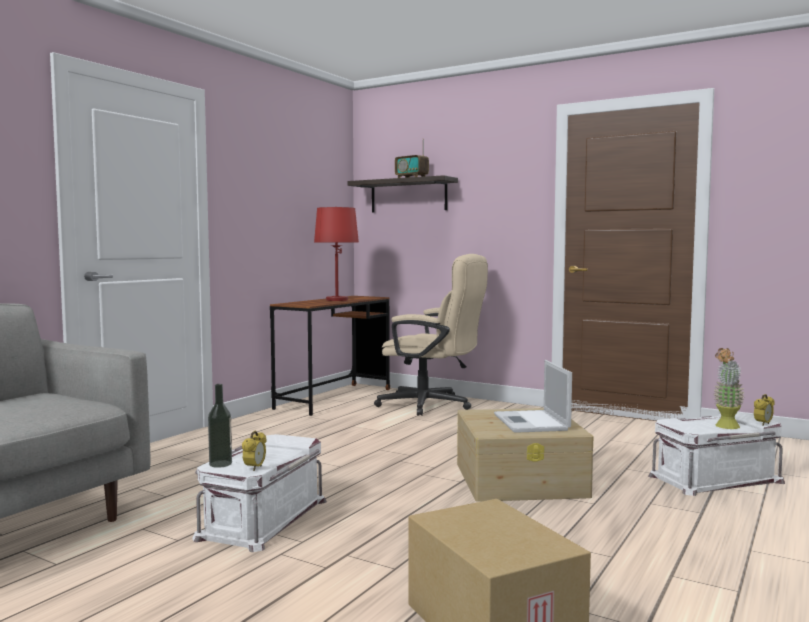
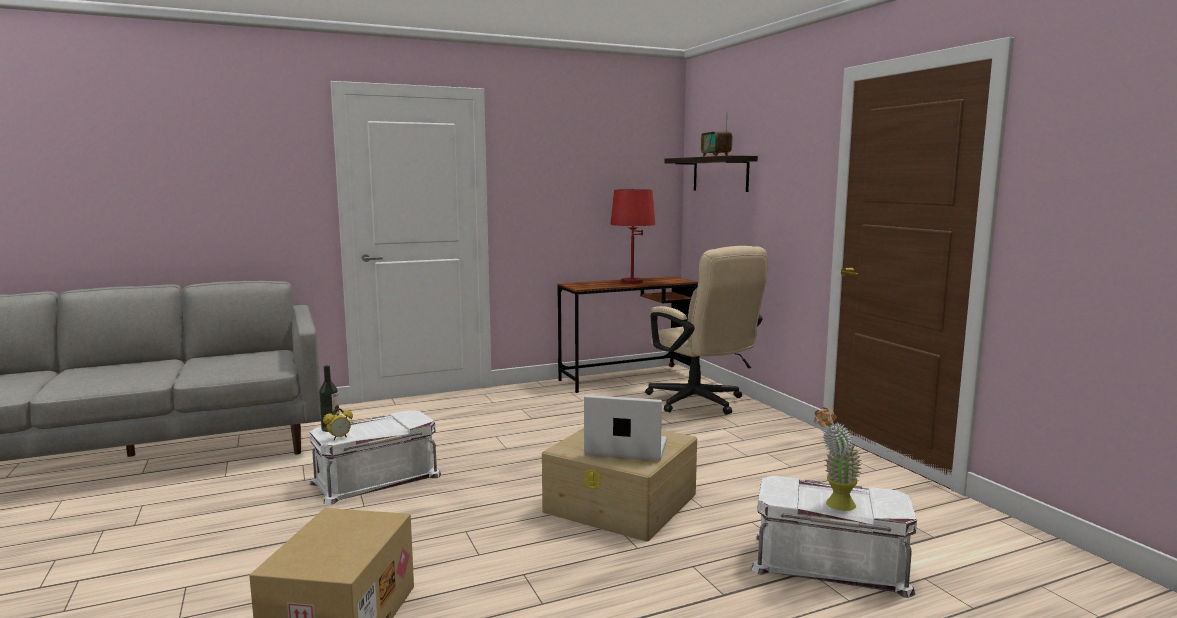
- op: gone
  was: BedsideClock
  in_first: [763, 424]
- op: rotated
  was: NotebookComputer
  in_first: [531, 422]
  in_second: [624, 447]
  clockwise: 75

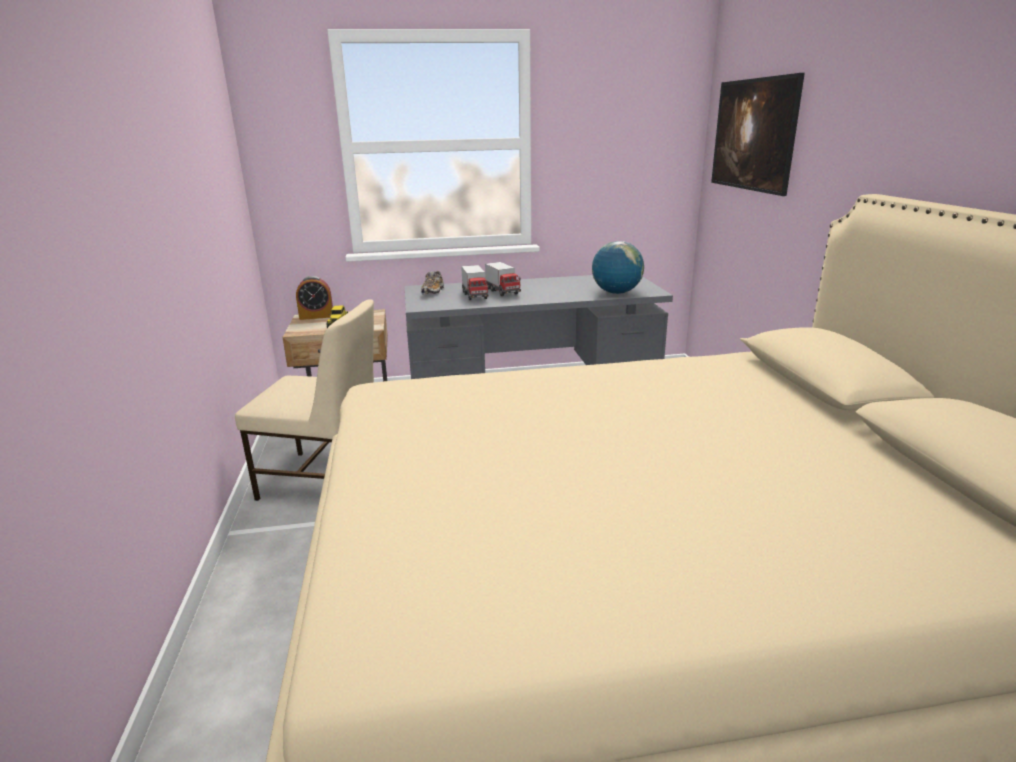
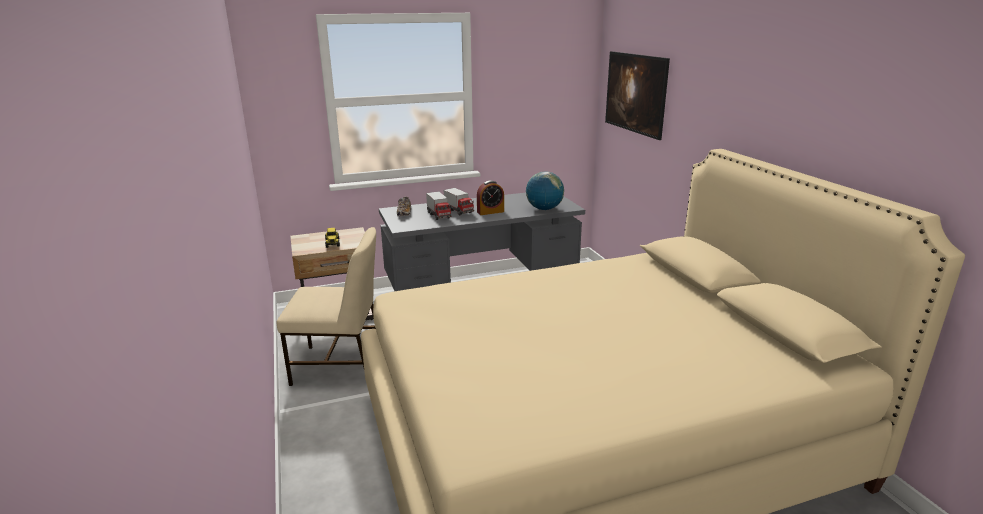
- op: shifted
  was: BedsideClock
  in_first: [316, 316]
  in_second: [490, 212]

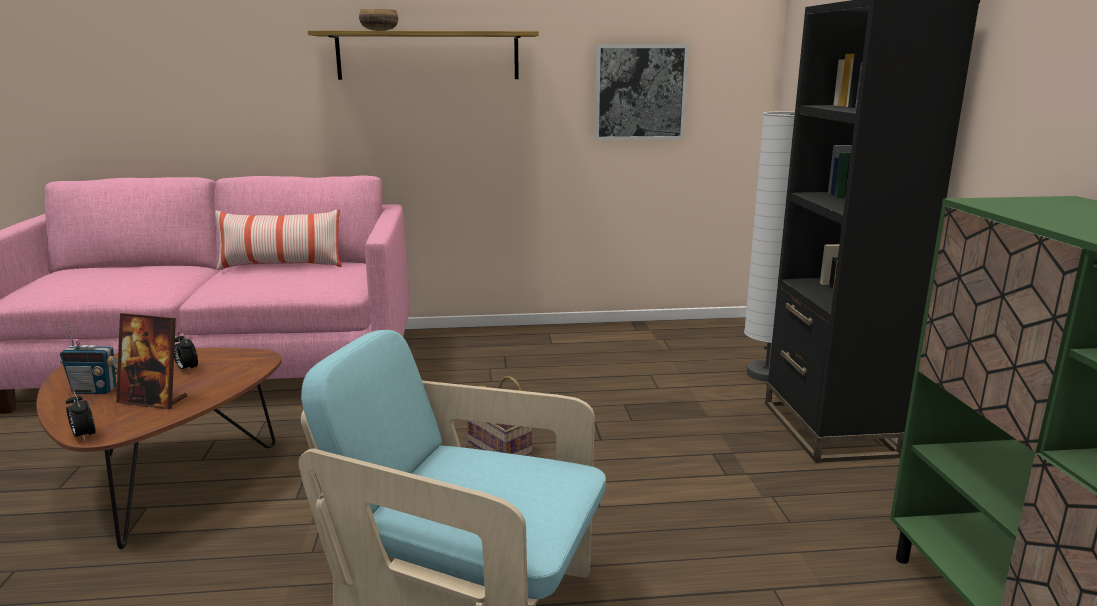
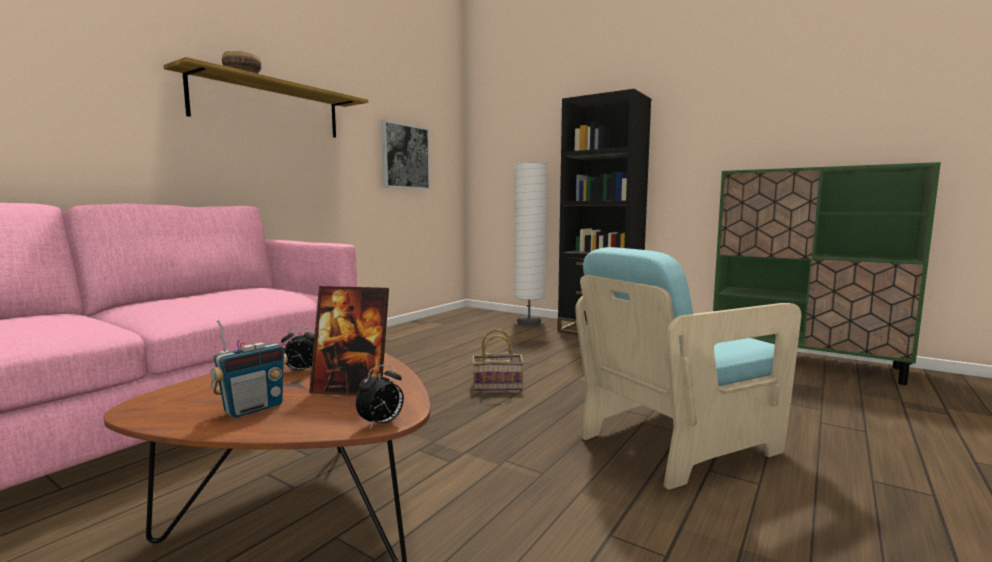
- op: gone
  was: ThrowPillow
  in_first: [281, 266]
- op: rotated
  was: BedsideClock
  in_first: [84, 436]
  in_second: [381, 424]
  clockwise: -45
- op: rotated
  was: StandingFrame
  in_first: [153, 400]
  in_second: [352, 390]
  clockwise: 45

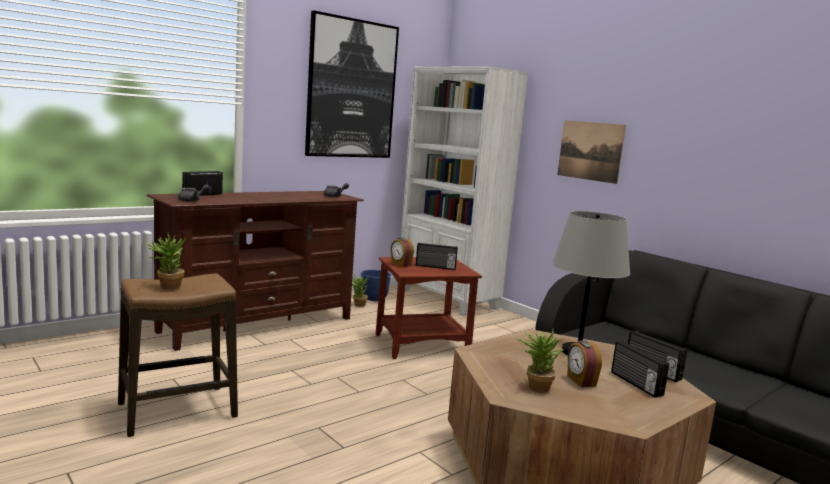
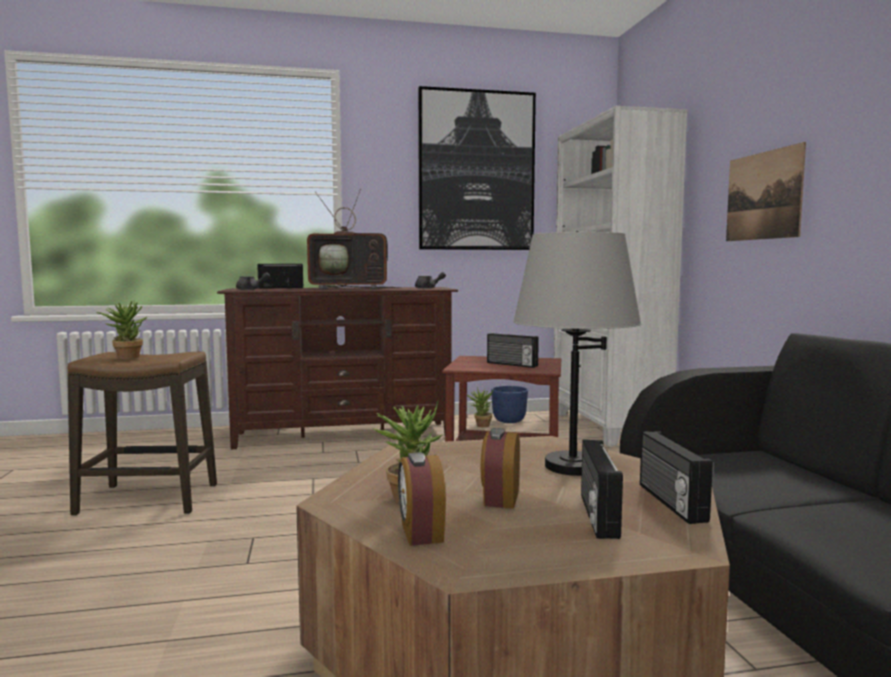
- op: new
  now: Tv
  in_second: [352, 288]
- op: shifted
  was: BedsideClock
  in_first: [400, 264]
  in_second: [420, 533]

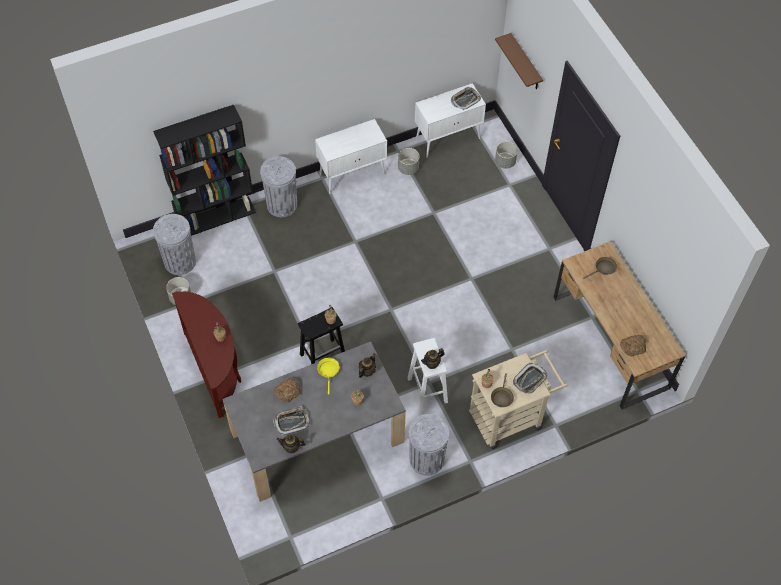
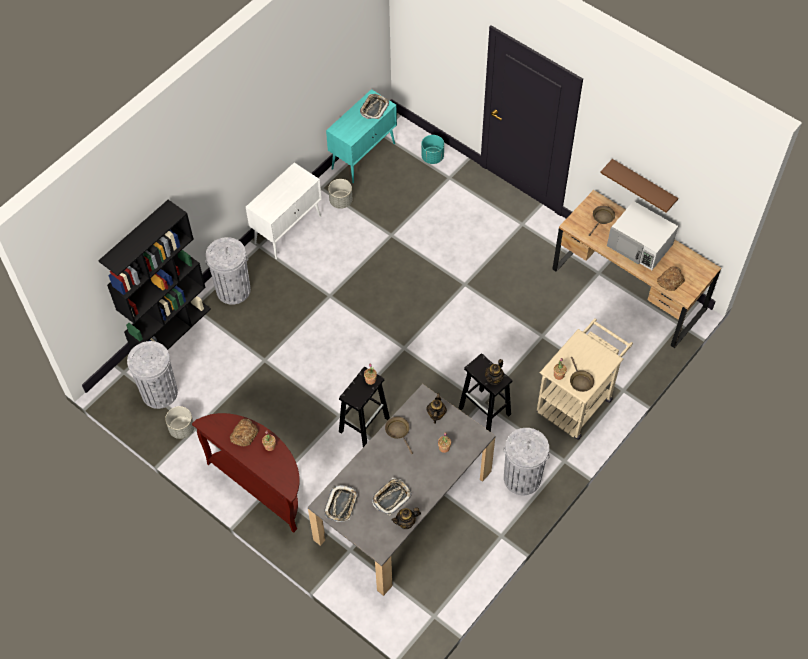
- op: new
  now: WhiteMicrowave
  in_second: [640, 245]
- op: shifted
  was: Bread
  in_first: [288, 391]
  in_second: [244, 434]
- op: shifted
  was: BrownishWallShelf
  in_first: [525, 63]
  in_second: [643, 185]
- op: shifted
  was: Tray
  in_first: [530, 380]
  in_second: [341, 505]
- op: repainted
  was: YellowFryingPan
  now: BrownishFryingPan
  in_first: [328, 371]
  in_second: [398, 431]
- op: repainted
  was: WhiteStoolSeat
  now: BlackColouredStoolSeat
  in_first: [427, 391]
  in_second: [485, 411]
- op: repainted
  was: WhiteStorageCabinet
  now: TurquoiseStorageCabinet
  in_first: [448, 138]
  in_second: [363, 156]
- op: repainted
  was: GrayPlantPot
  now: TurquoisePlantPot
  in_first: [505, 162]
  in_second: [432, 157]

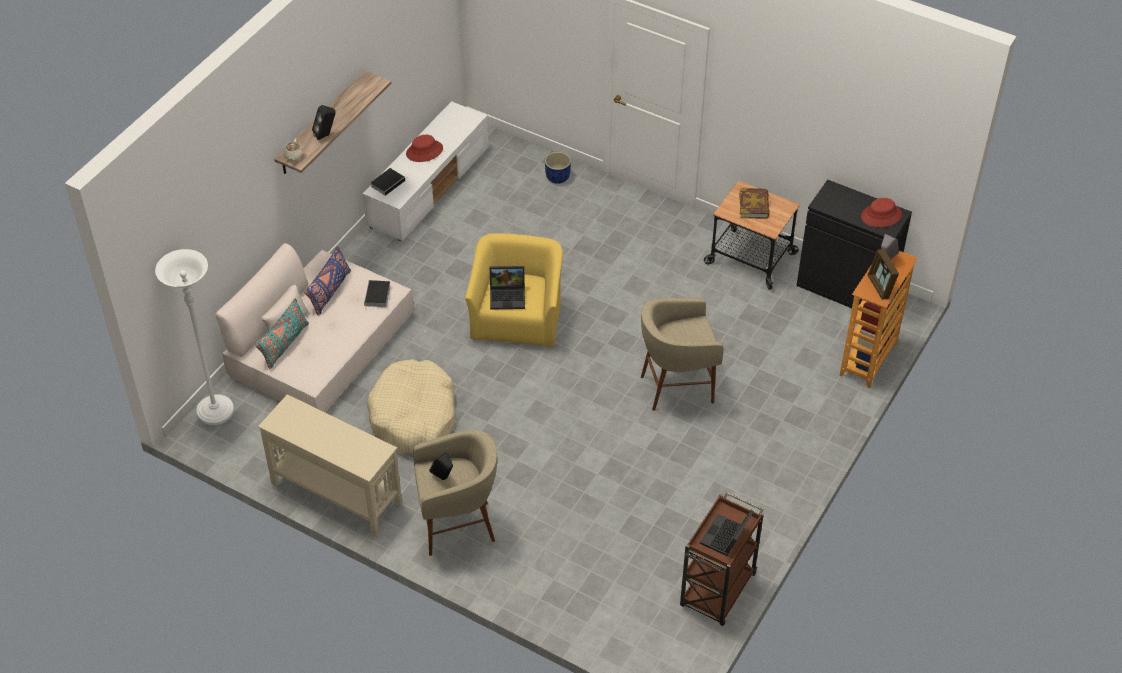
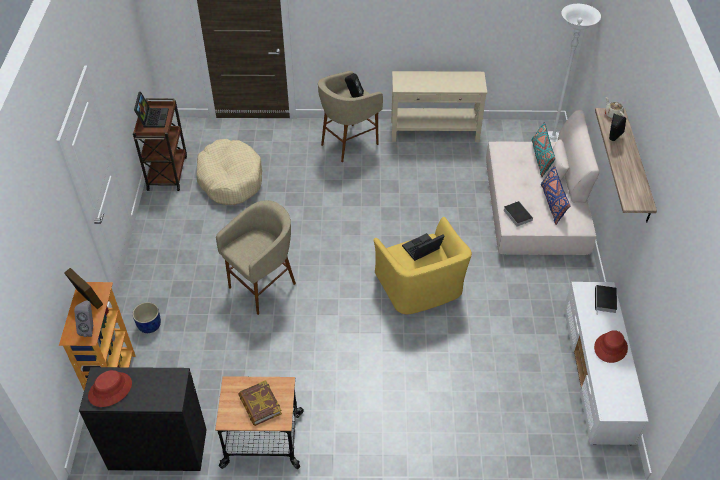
- op: shifted
  was: BeigeDogBed
  in_first: [414, 416]
  in_second: [230, 179]
- op: shifted
  was: BlueColouredPlantPot
  in_first: [558, 177]
  in_second: [149, 325]

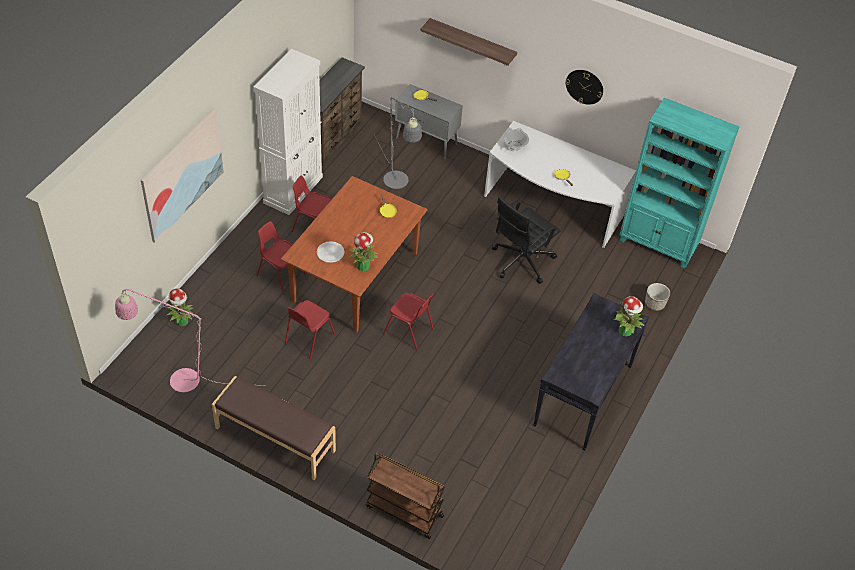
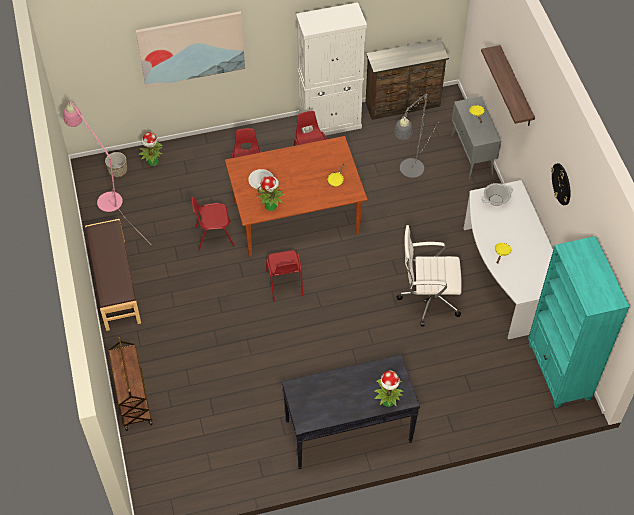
- op: shifted
  was: PlantPot
  in_first: [654, 304]
  in_second: [118, 171]
- op: repainted
  was: BlackColouredDeskChair
  now: WhiteDeskChair
  in_first: [521, 261]
  in_second: [428, 298]

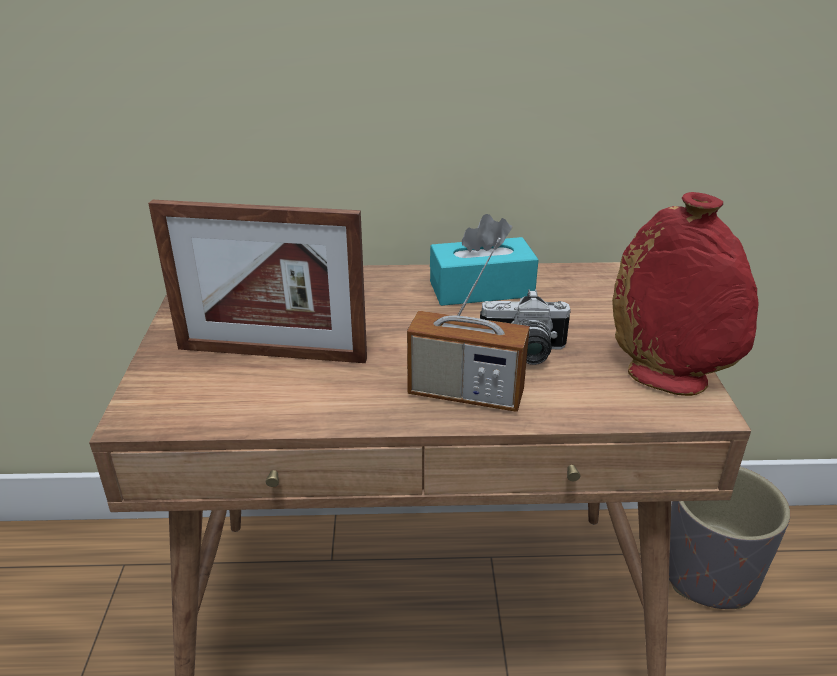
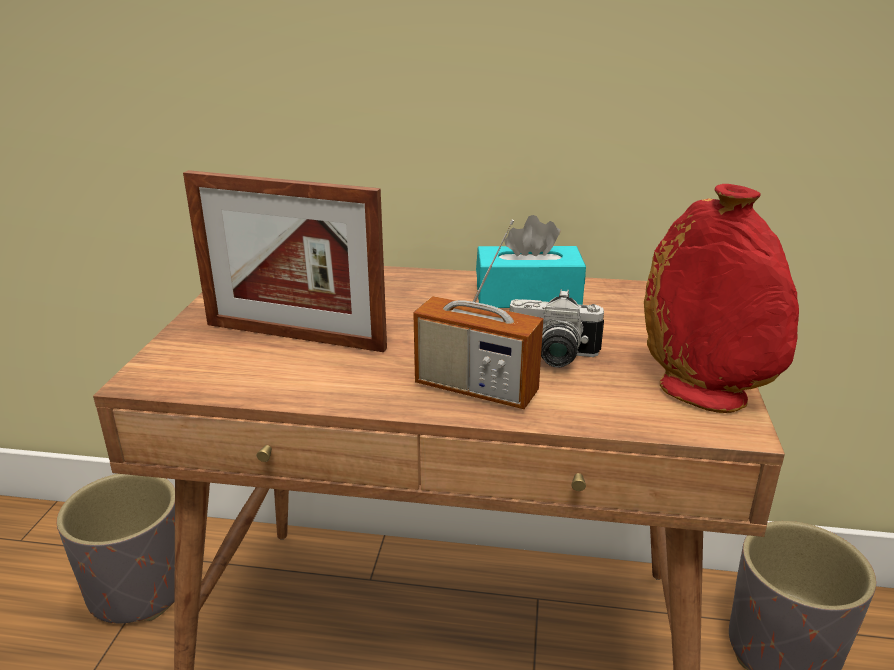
- op: new
  now: GrayPlantPot
  in_second: [137, 590]

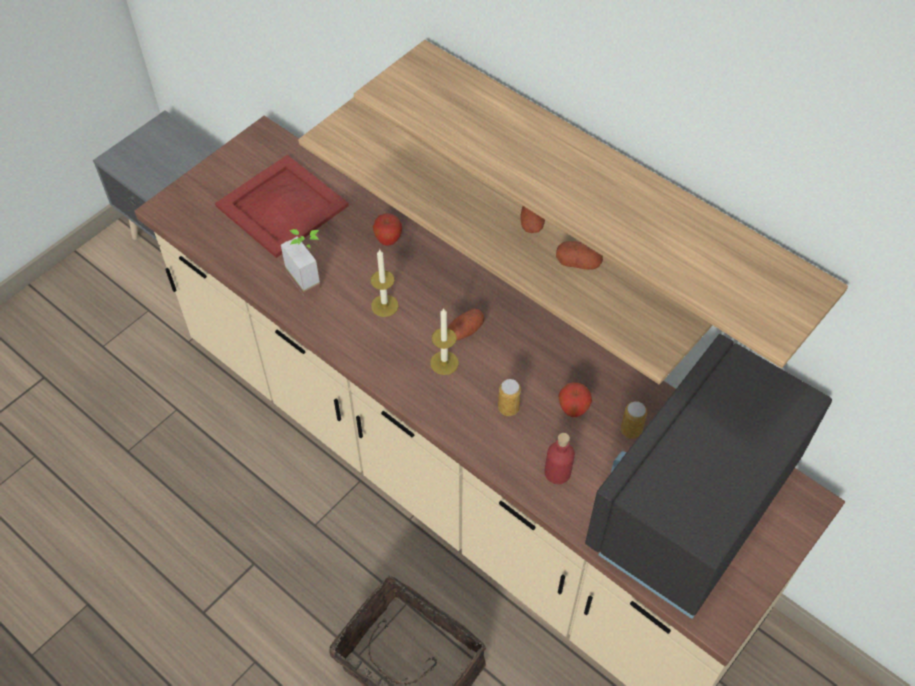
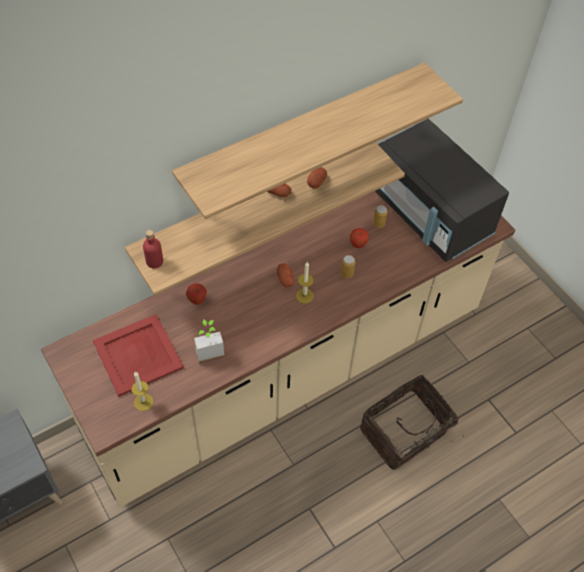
- op: shifted
  was: Candle
  in_first: [384, 305]
  in_second: [143, 402]
- op: shifted
  was: RedColouredDrinkBottle
  in_first: [557, 472]
  in_second: [154, 261]

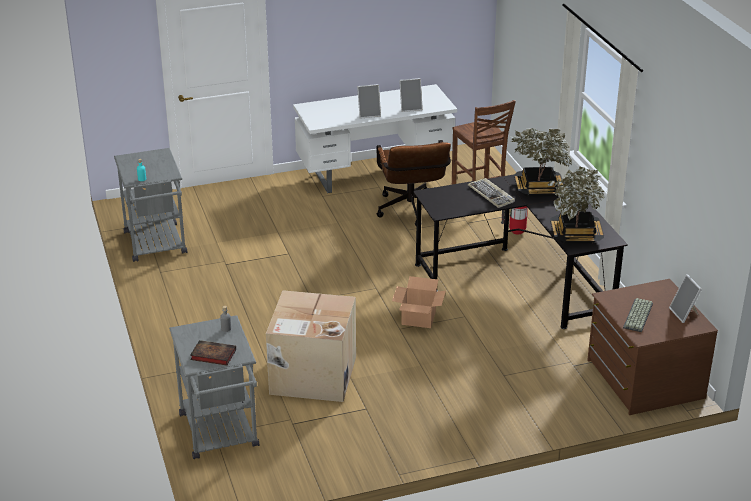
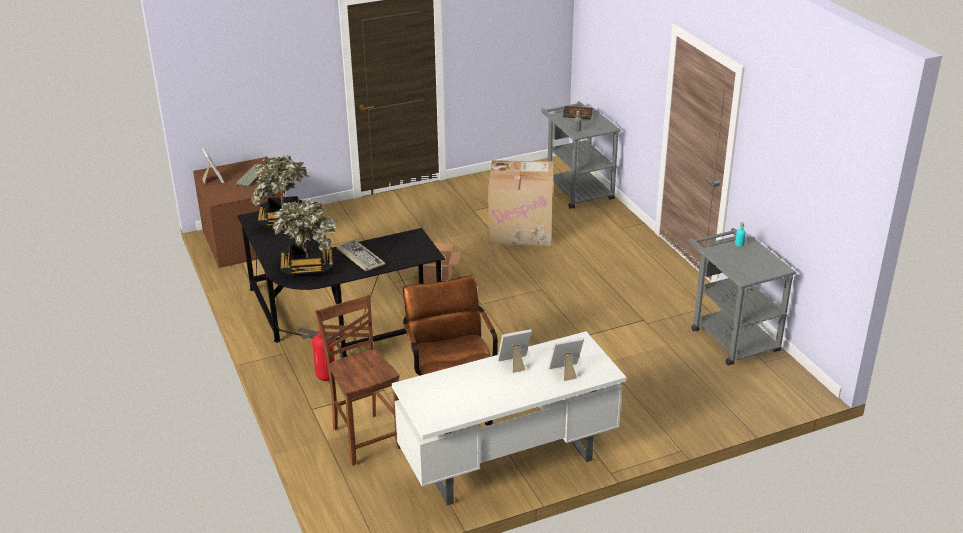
- op: shifted
  was: StandingFrame
  in_first: [410, 108]
  in_second: [565, 372]

